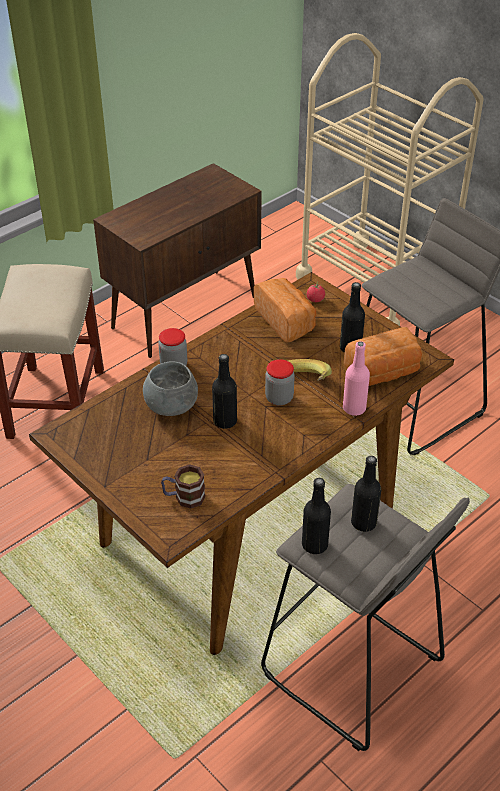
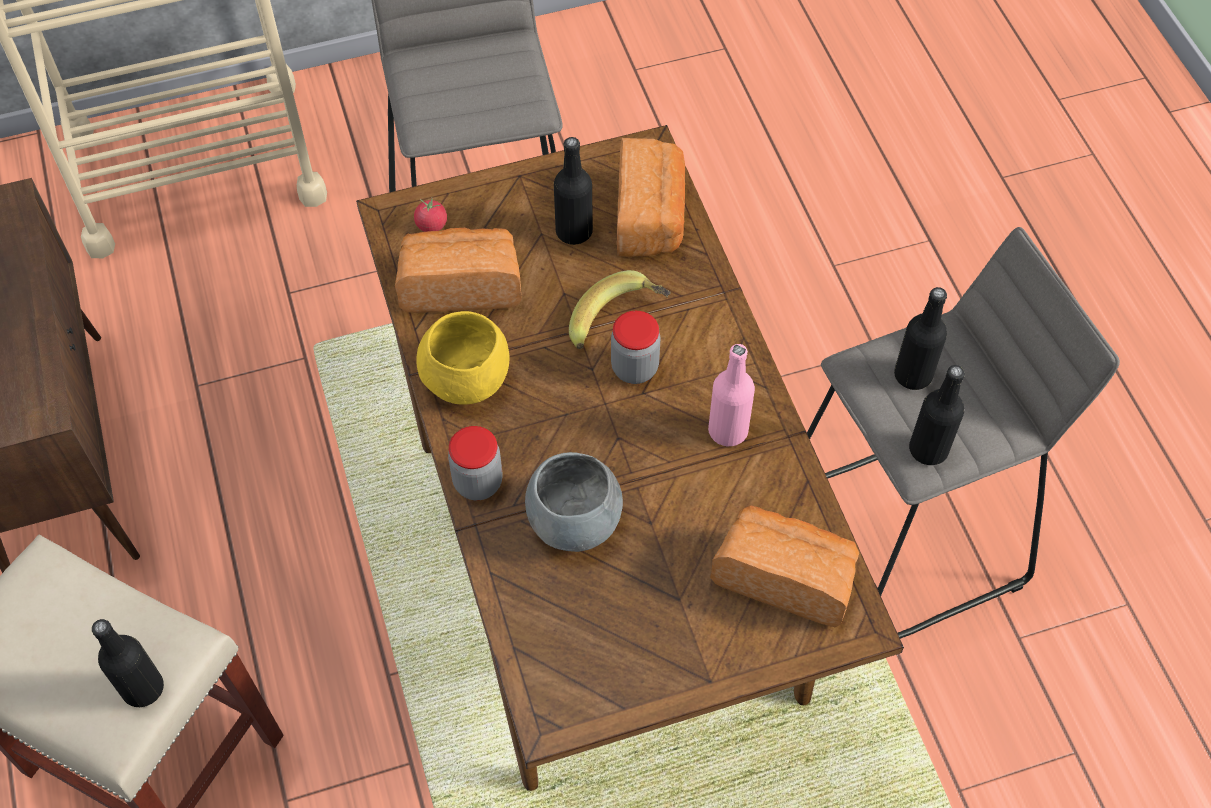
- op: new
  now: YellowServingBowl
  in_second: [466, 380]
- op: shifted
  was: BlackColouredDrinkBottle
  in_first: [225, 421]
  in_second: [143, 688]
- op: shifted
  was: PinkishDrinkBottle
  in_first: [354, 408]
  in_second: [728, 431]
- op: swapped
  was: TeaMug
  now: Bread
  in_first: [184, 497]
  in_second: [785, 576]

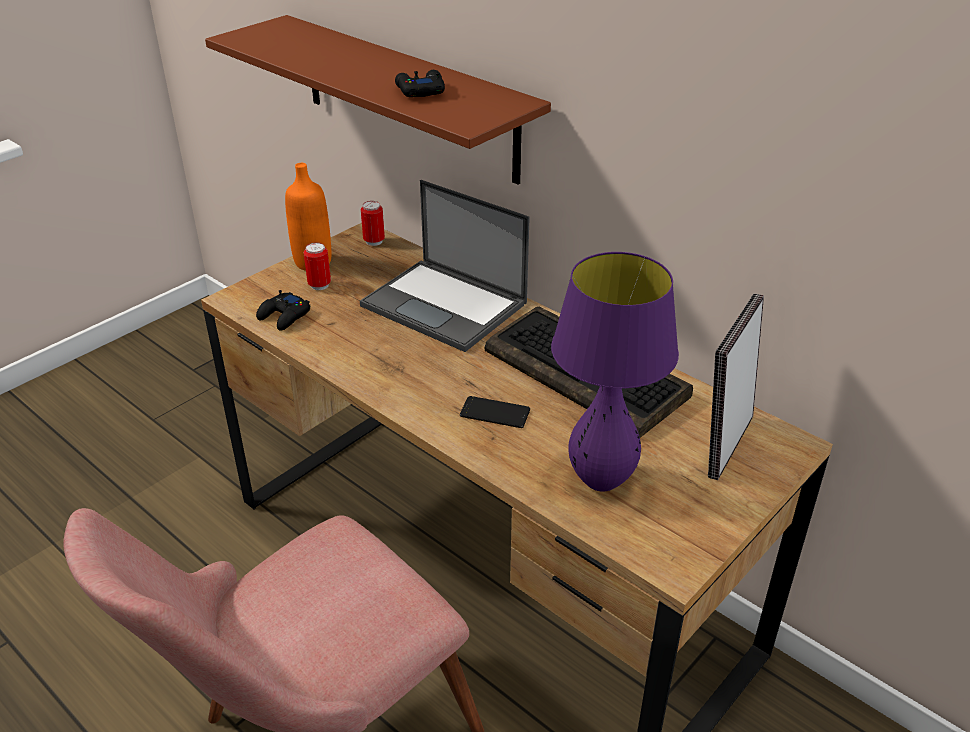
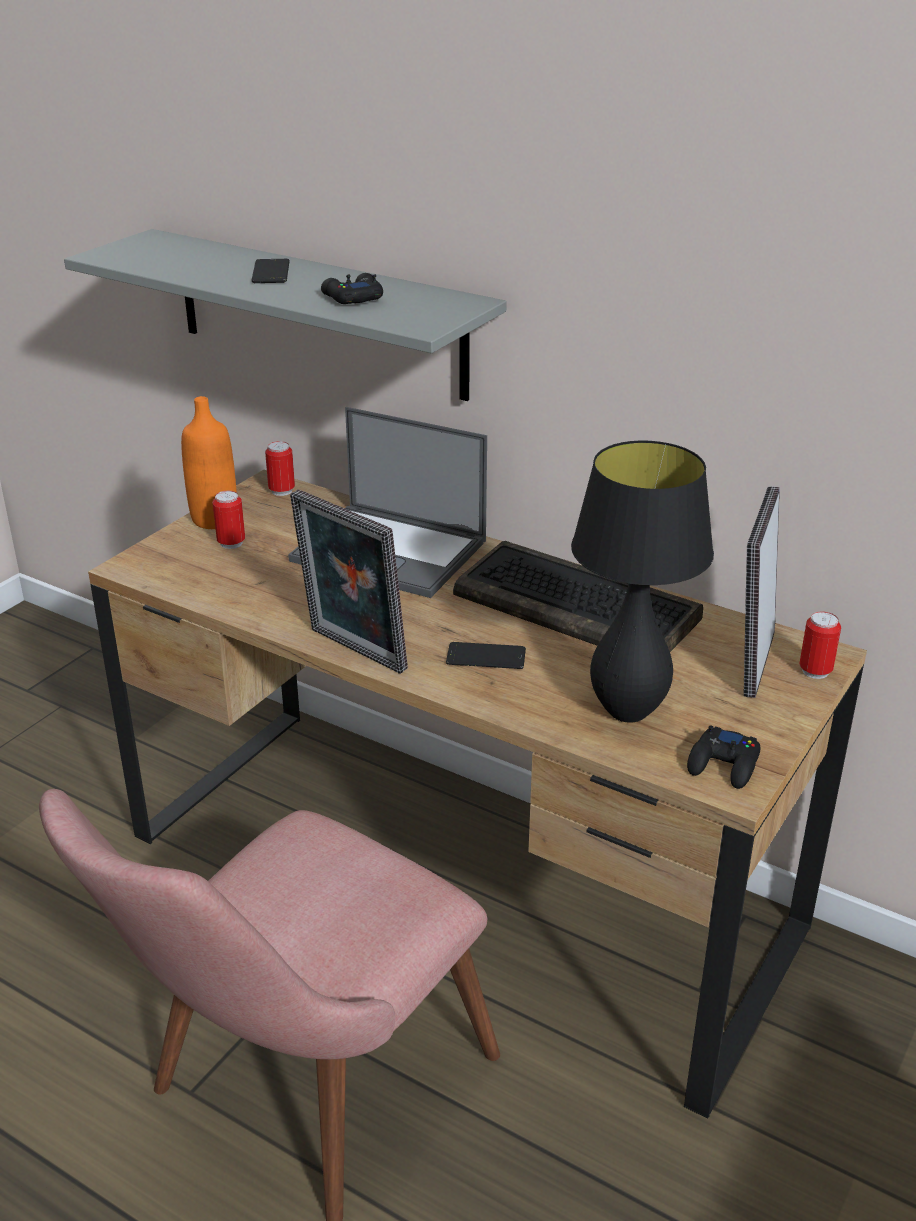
- op: new
  now: Handset
  in_second: [270, 272]
- op: new
  now: StandingFrame
  in_second: [353, 652]
- op: new
  now: Can
  in_second: [815, 671]
- op: shifted
  was: BlackColouredJoypad
  in_first: [284, 316]
  in_second: [724, 765]
- op: repainted
  was: BrownishWallShelf
  now: GrayWallShelf
  in_first: [407, 97]
  in_second: [318, 313]
- op: repainted
  was: PurpleColouredTabletopLamp
  now: BlackColouredTabletopLamp
  in_first: [601, 480]
  in_second: [628, 711]

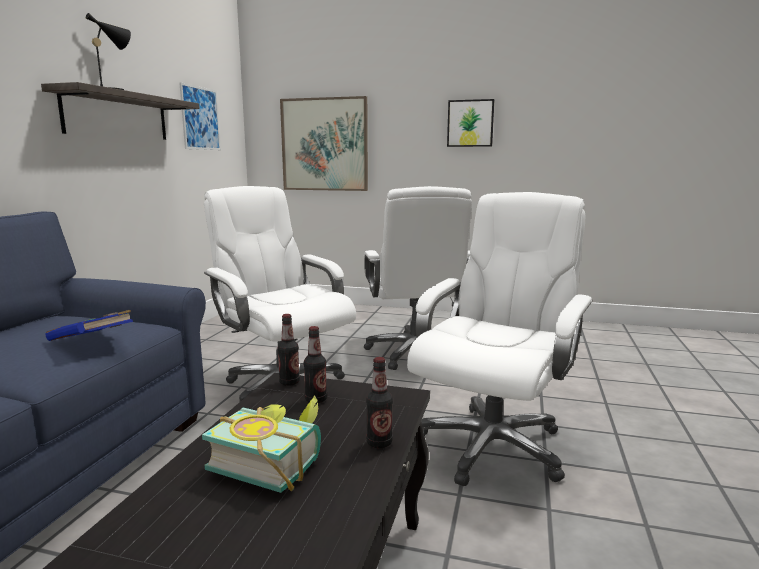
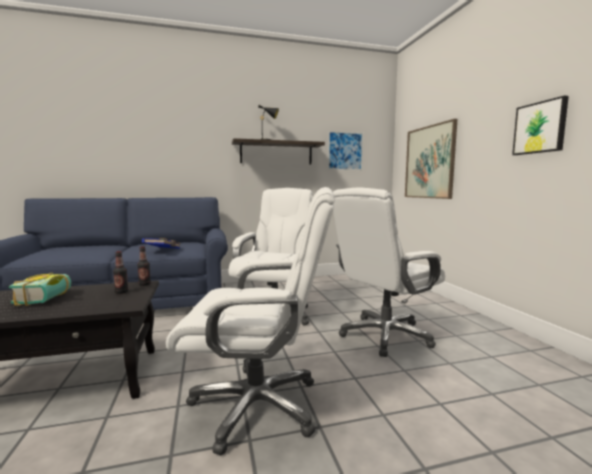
- op: gone
  was: DrinkBottle
  in_first: [379, 443]

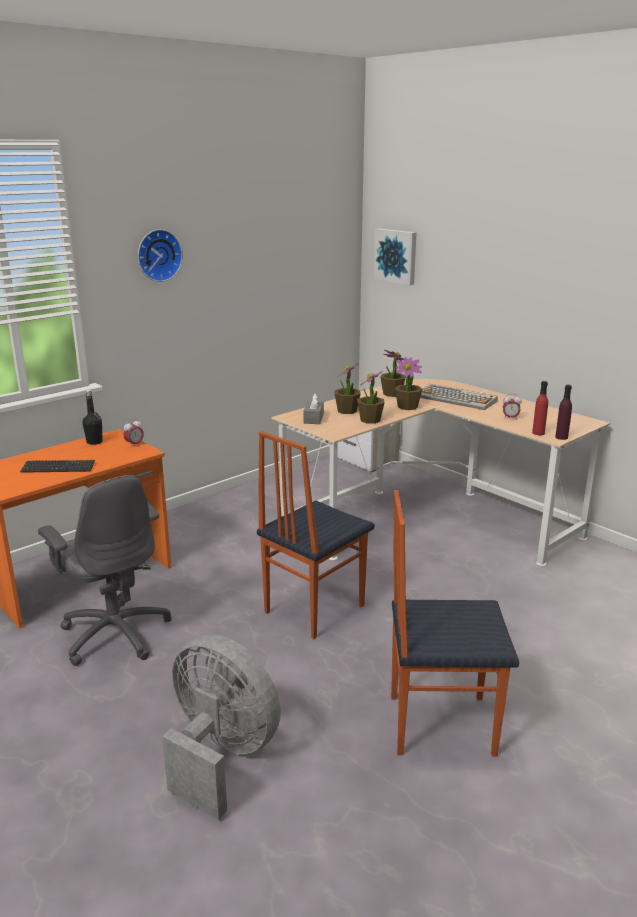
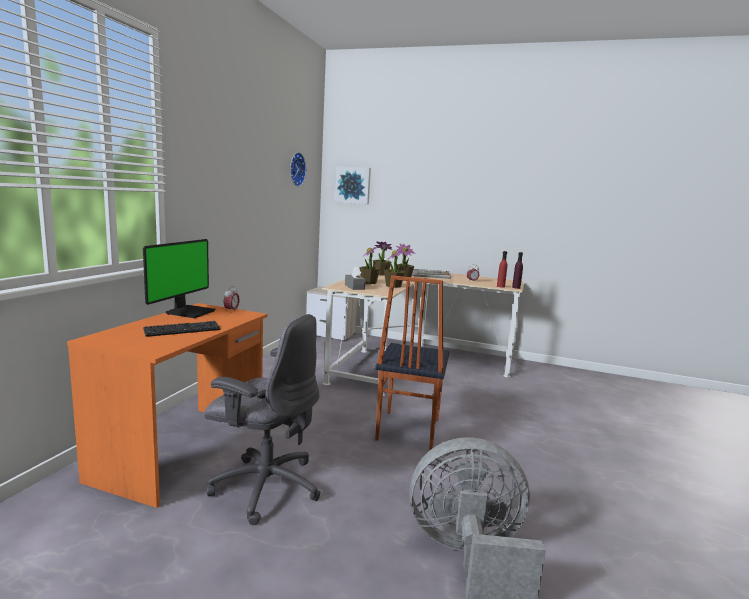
- op: gone
  was: UprightChair
  in_first: [439, 723]
- op: shifted
  was: WallClock
  in_first: [158, 255]
  in_second: [295, 169]
- op: swapped
  was: BlackColouredDrinkBottle
  now: ComputerScreen
  in_first: [94, 442]
  in_second: [189, 312]

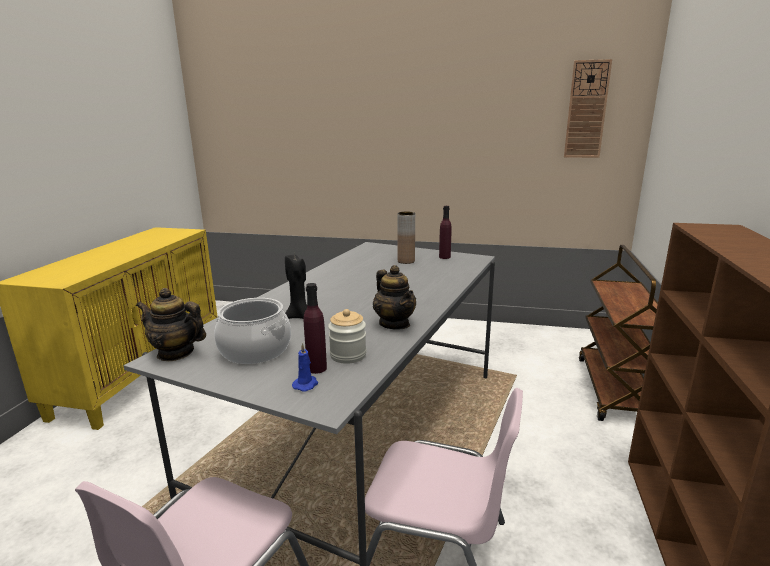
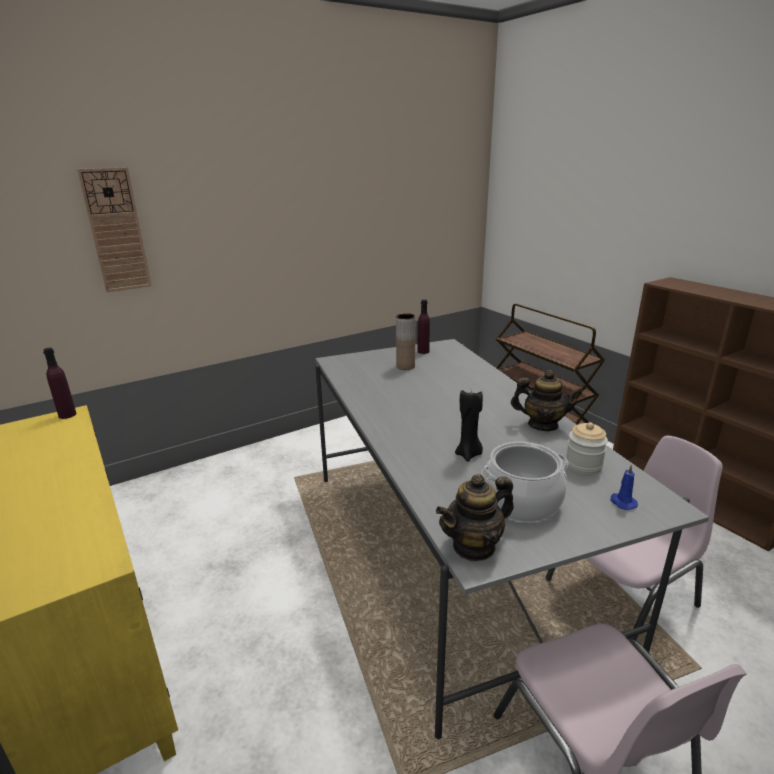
- op: shifted
  was: PurpleColouredDrinkBottle
  in_first: [316, 368]
  in_second: [67, 415]
- op: shifted
  was: WallClock
  in_first: [586, 110]
  in_second: [116, 231]

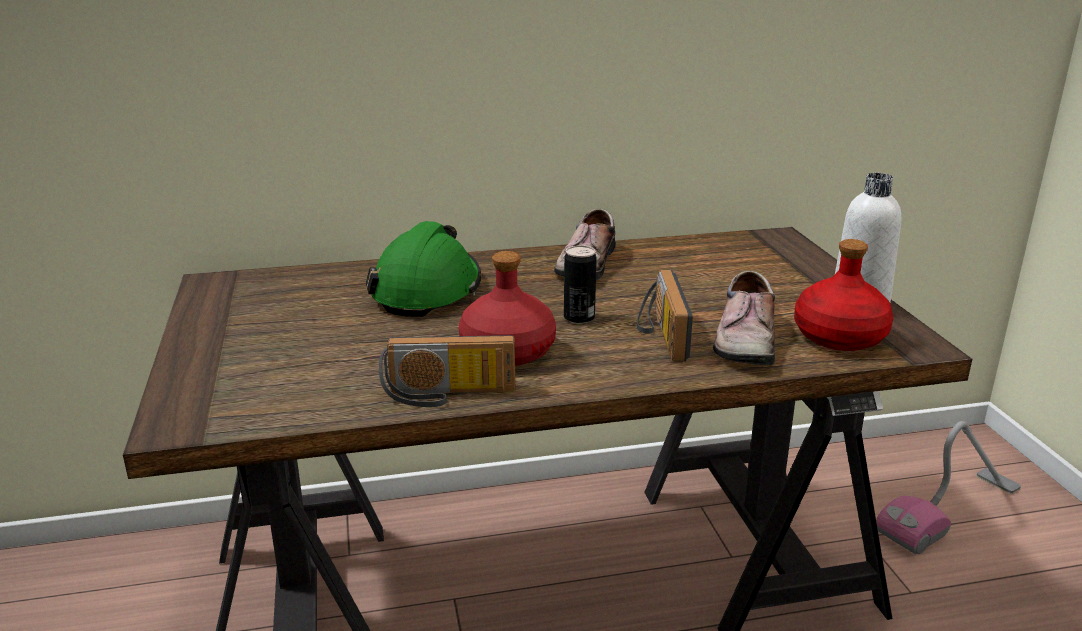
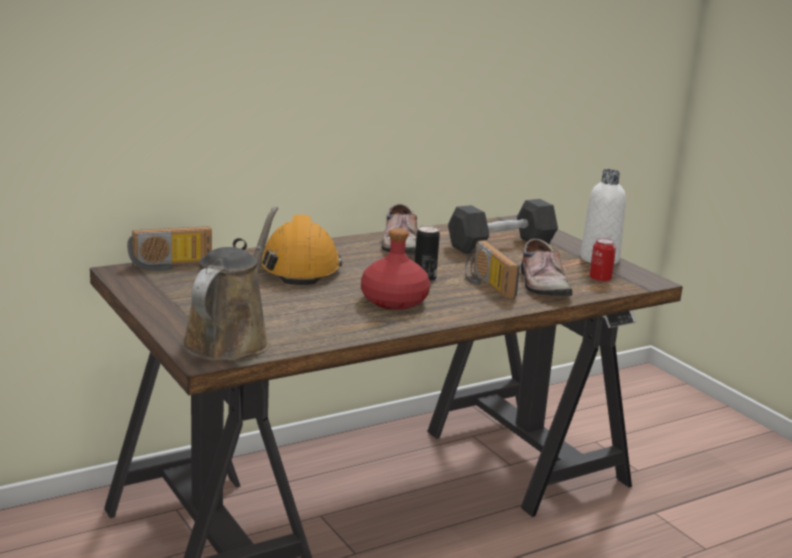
- op: gone
  was: Hoover
  in_first: [950, 511]
- op: new
  now: BrownishWateringPot
  in_second: [230, 340]
- op: new
  now: BlackColouredDumbbell
  in_second: [501, 245]
- op: shifted
  was: RadioReceiver
  in_first: [448, 395]
  in_second: [171, 265]
- op: swapped
  was: RedColouredDrinkBottle
  now: Can
  in_first: [840, 337]
  in_second: [600, 279]
- op: repainted
  was: GreenColouredWorkHelmet
  now: OrangeyWorkHelmet
  in_first: [427, 290]
  in_second: [299, 268]

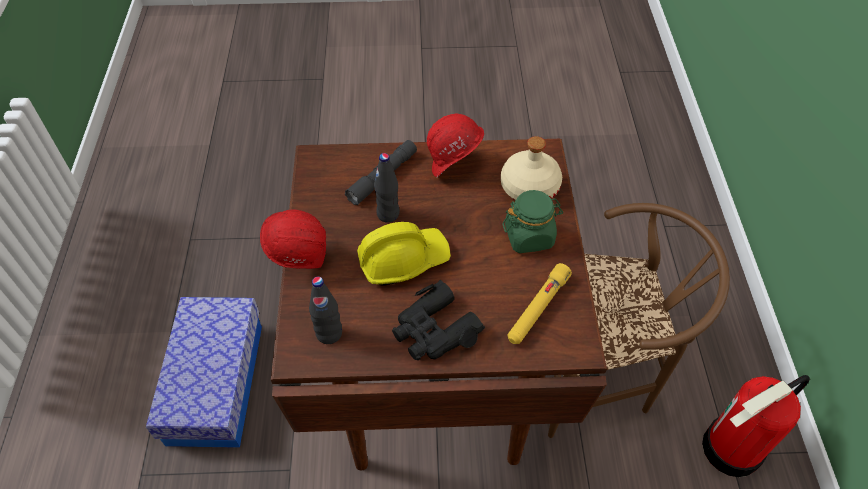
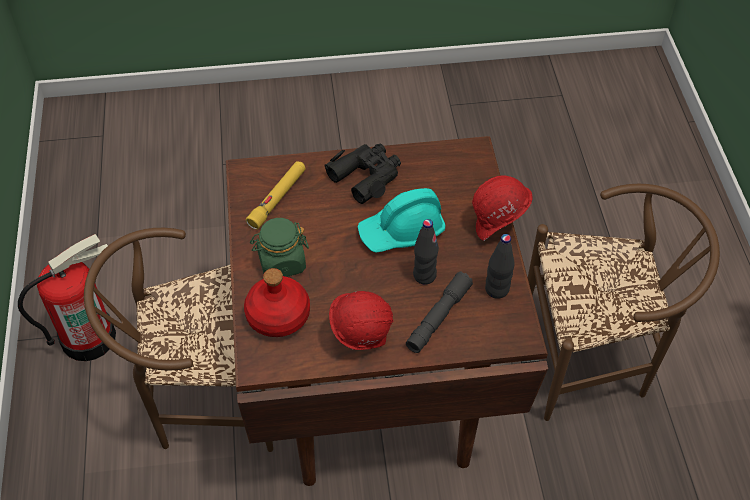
- op: shifted
  was: BlackColouredDrinkBottle
  in_first: [329, 333]
  in_second: [497, 289]
- op: swapped
  was: StorageContainer
  now: BrownishUprightChair
  in_first: [216, 383]
  in_second: [593, 358]
- op: repainted
  was: YellowWorkHelmet
  now: TurquoiseWorkHelmet
  in_first: [403, 260]
  in_second: [402, 231]
- op: repainted
  was: BeigeDrinkBottle
  now: RedColouredDrinkBottle
  in_first: [528, 187]
  in_second: [279, 316]

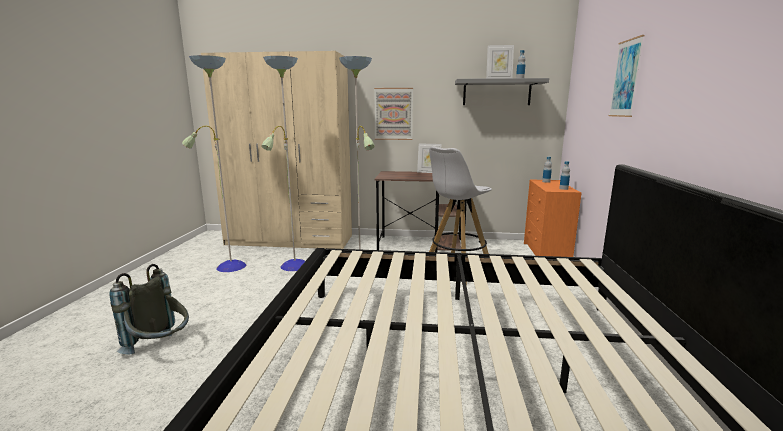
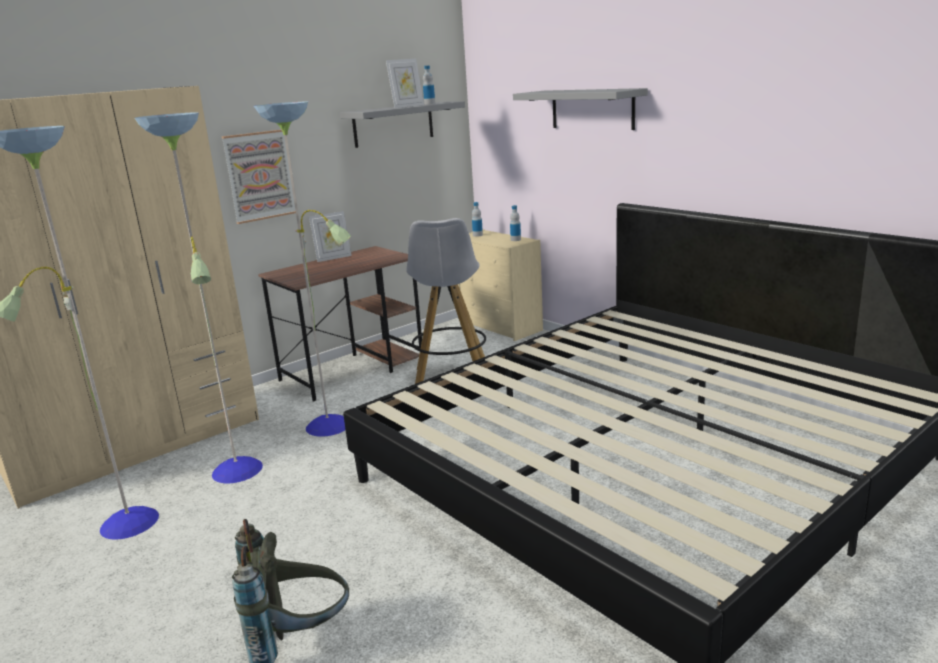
- op: swapped
  was: Picture
  now: GrayWallShelf
  in_first: [626, 78]
  in_second: [592, 109]
- op: repainted
  was: OrangeyDresser
  now: BeigeDresser
  in_first: [546, 254]
  in_second: [501, 326]

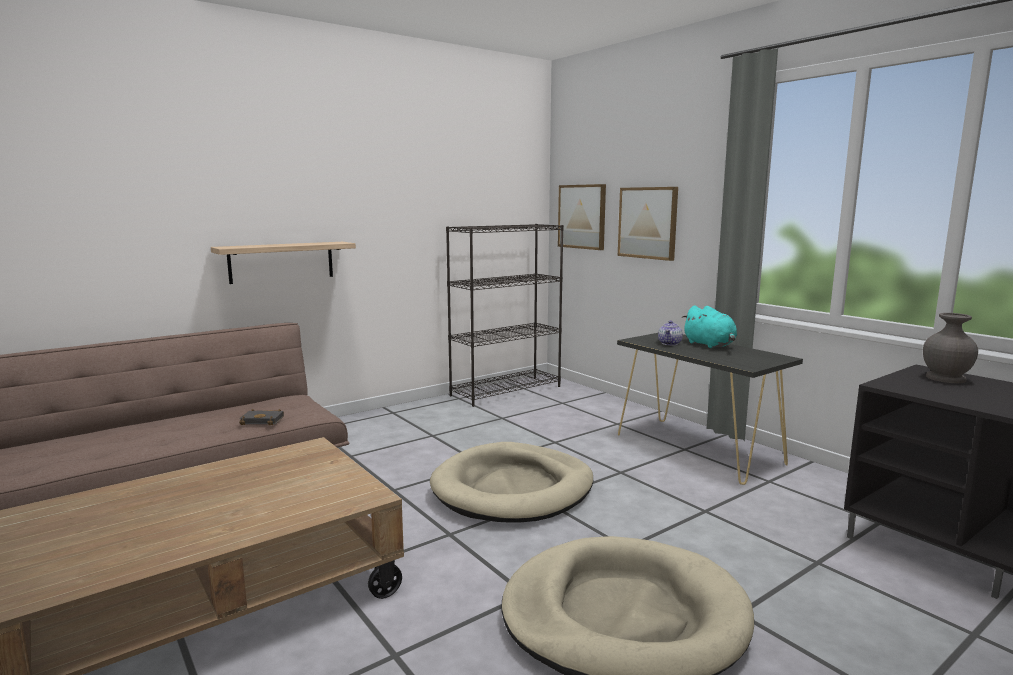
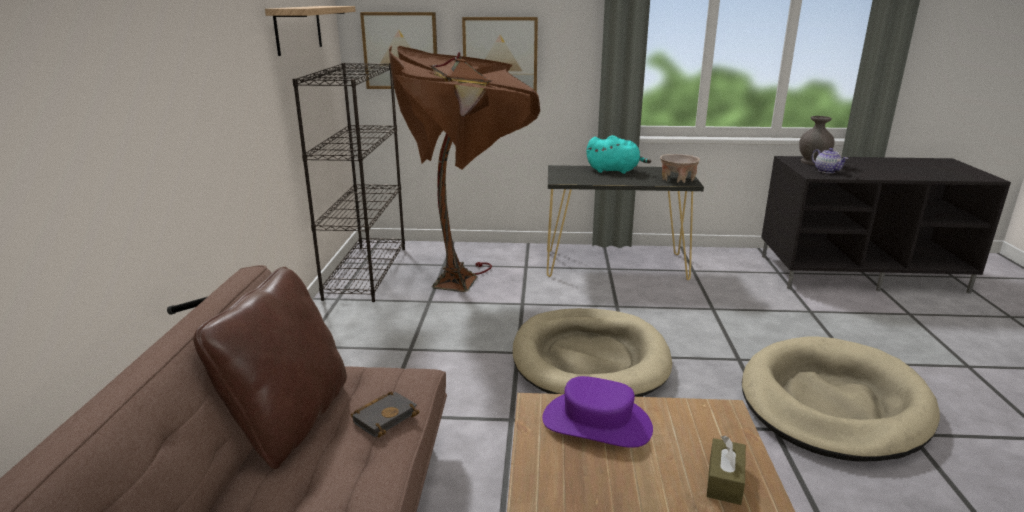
- op: new
  now: BrownishThrowPillow
  in_second: [289, 421]
- op: new
  now: BrownishStandardLamp
  in_second: [466, 284]
- op: new
  now: PurpleColouredWearableHat
  in_second: [597, 423]
- op: new
  now: BeigeServingBowl
  in_second: [677, 180]
- op: new
  now: BrownishTissueHolder
  in_second: [724, 480]
- op: shifted
  was: WallShelf
  in_first: [282, 262]
  in_second: [298, 29]
- op: shifted
  was: Teapot
  in_first: [670, 343]
  in_second: [827, 171]

